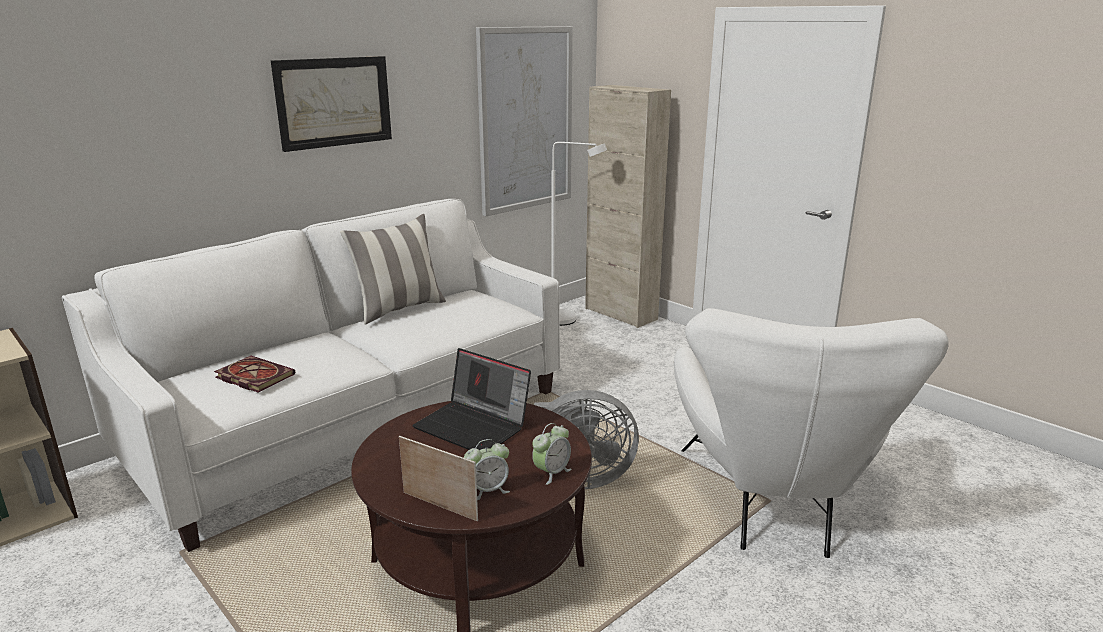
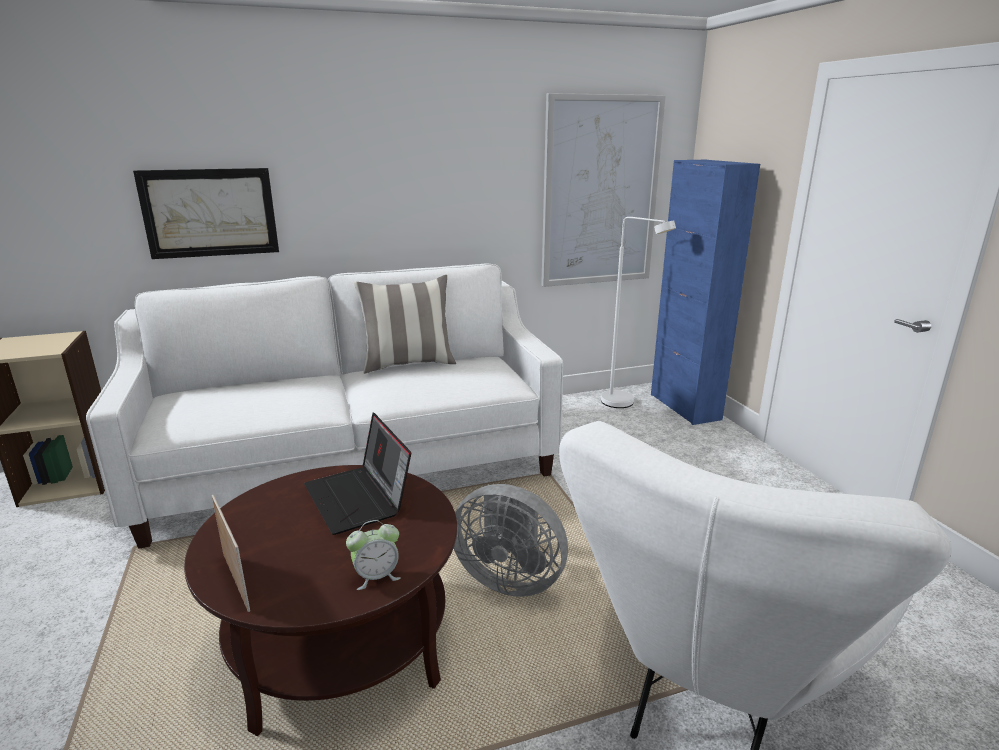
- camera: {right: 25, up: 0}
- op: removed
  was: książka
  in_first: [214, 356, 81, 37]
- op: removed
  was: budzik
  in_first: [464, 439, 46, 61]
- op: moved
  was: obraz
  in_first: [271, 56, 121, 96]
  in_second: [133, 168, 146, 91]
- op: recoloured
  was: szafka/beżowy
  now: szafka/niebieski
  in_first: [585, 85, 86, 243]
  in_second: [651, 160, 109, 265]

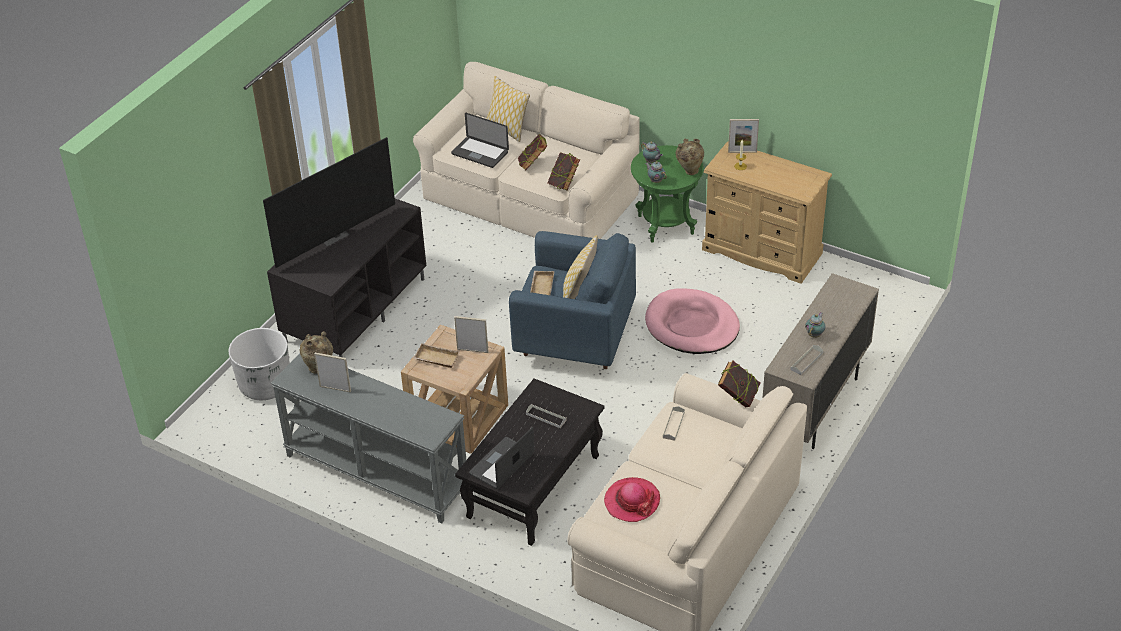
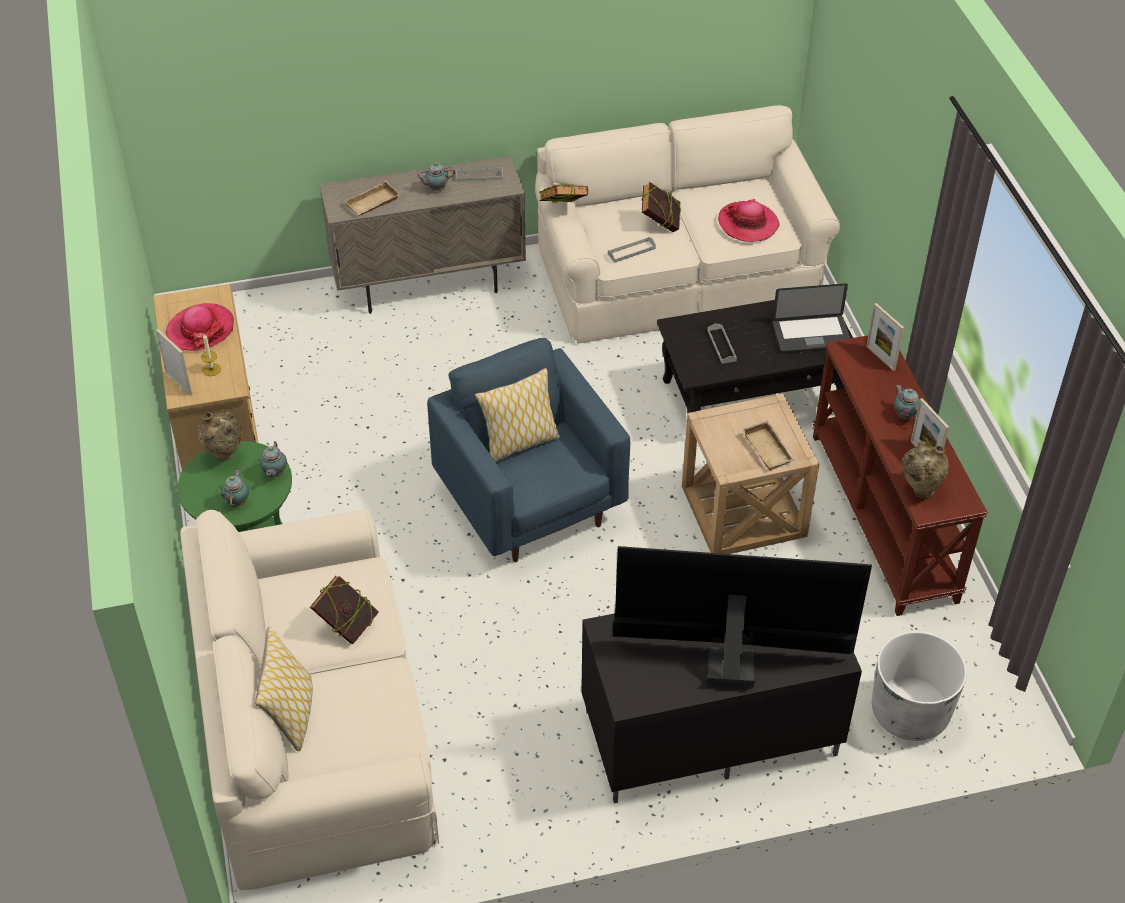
- camera: {right: -135, up: 5}
- op: removed
  was: laptop
  in_first: [451, 113, 58, 55]
- op: removed
  was: legowisko/różowy
  in_first: [645, 288, 95, 66]
- op: added
  now: kapelusz
  in_second: [166, 303, 68, 48]
- op: added
  now: imbryk
  in_second: [894, 385, 26, 35]
- op: moved
  was: ramka na zdjęcie
  in_first: [454, 316, 35, 37]
  in_second: [866, 303, 38, 68]
- op: moved
  was: taca/beżowy
  in_first: [530, 271, 24, 24]
  in_second: [344, 180, 56, 36]
- op: moved
  was: książka
  in_first: [547, 152, 33, 39]
  in_second: [641, 182, 40, 50]
- op: recoloured
  was: stolik konsolowy/szary
  now: stolik konsolowy/brązowy
  in_first: [271, 353, 195, 171]
  in_second: [813, 335, 175, 281]

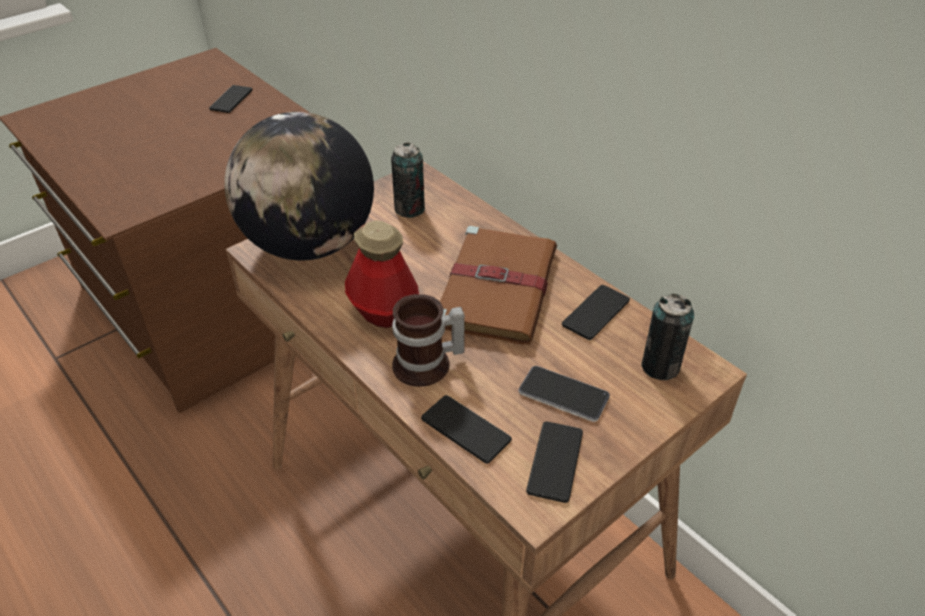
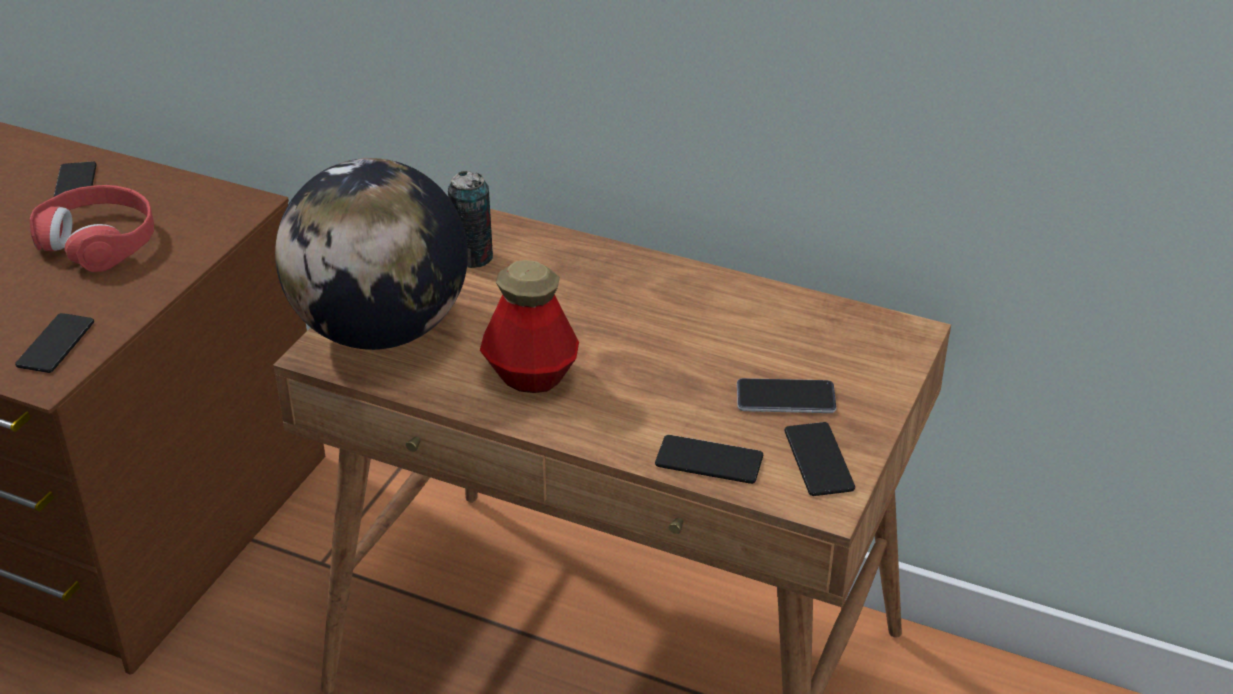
- camera: {right: -25, up: -5}
- op: removed
  was: kubek
  in_first: [392, 294, 73, 93]
- op: removed
  was: książka/brązowy
  in_first: [440, 226, 117, 118]
- op: removed
  was: puszka
  in_first: [641, 293, 53, 87]
- op: added
  now: słuchawki/czerwony
  in_second: [30, 185, 124, 87]
- op: moved
  was: telefon
  in_first: [562, 285, 68, 55]
  in_second: [15, 313, 79, 60]

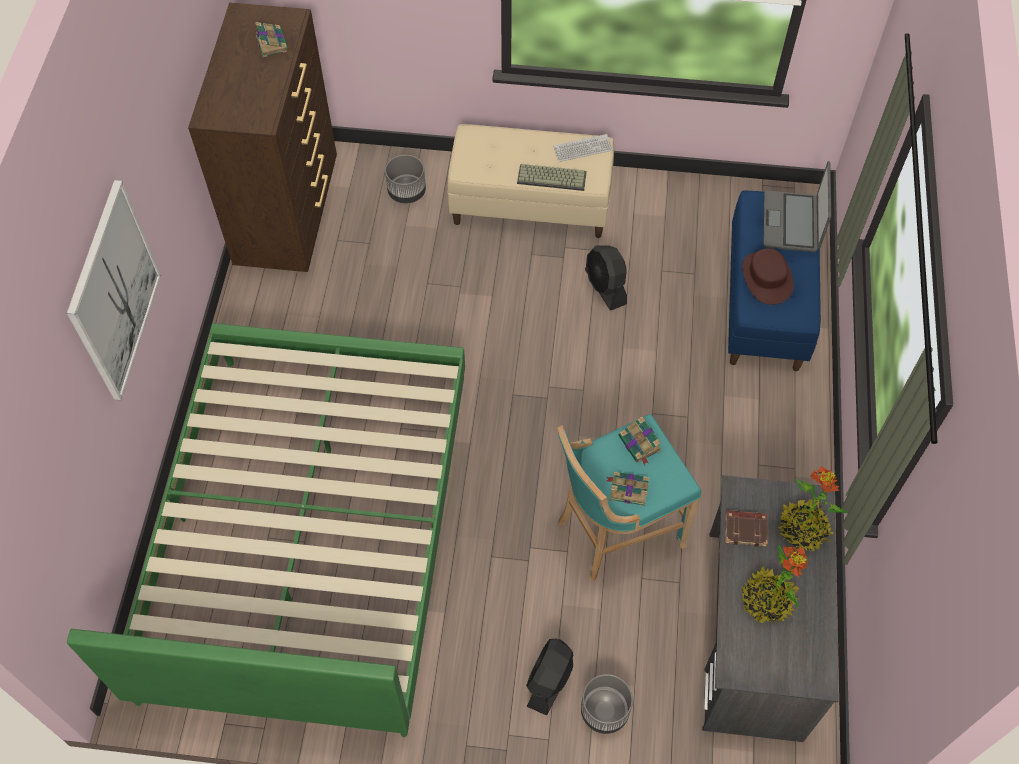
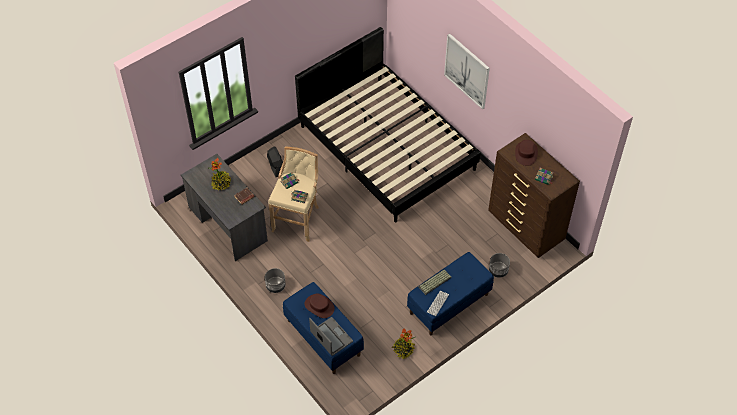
- camera: {right: 135, up: -5}
- op: removed
  was: wentylator/czarny
  in_first: [585, 245, 42, 66]
- op: added
  now: kapelusz/brązowy
  in_second: [515, 140, 23, 26]
- op: moved
  was: donica/szary
  in_first: [581, 674, 52, 60]
  in_second: [265, 268, 21, 25]
- op: moved
  was: roślina doniczkowa
  in_first: [778, 466, 70, 86]
  in_second: [392, 328, 23, 31]
- op: recoloured
  was: łóżko/zielony
  now: łóżko/czarny
  in_first: [67, 323, 398, 414]
  in_second: [295, 27, 185, 195]
- op: recoloured
  was: ławka/beżowy
  now: ławka/niebieski
  in_first: [447, 124, 167, 114]
  in_second: [407, 252, 87, 83]
- op: recoloured
  was: stołek/turkusowy
  now: stołek/beżowy
  in_first: [557, 414, 144, 168]
  in_second: [268, 147, 51, 95]

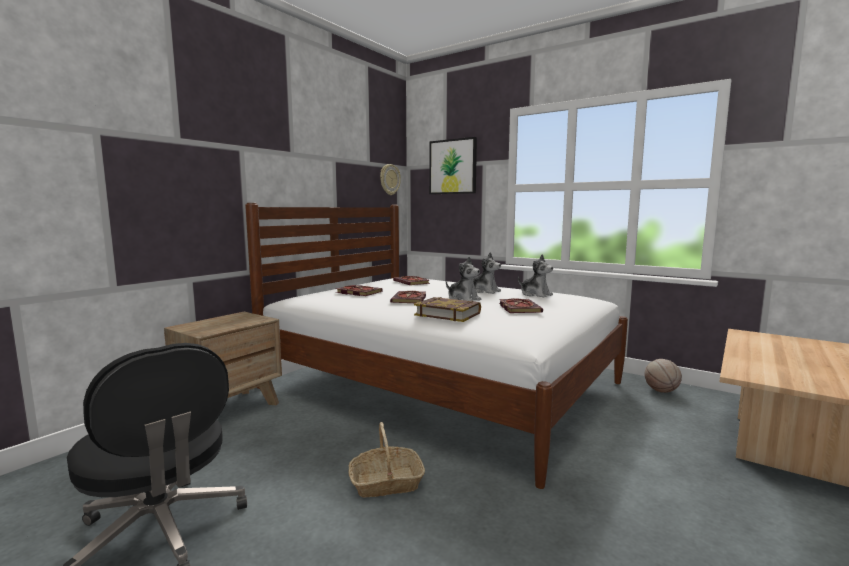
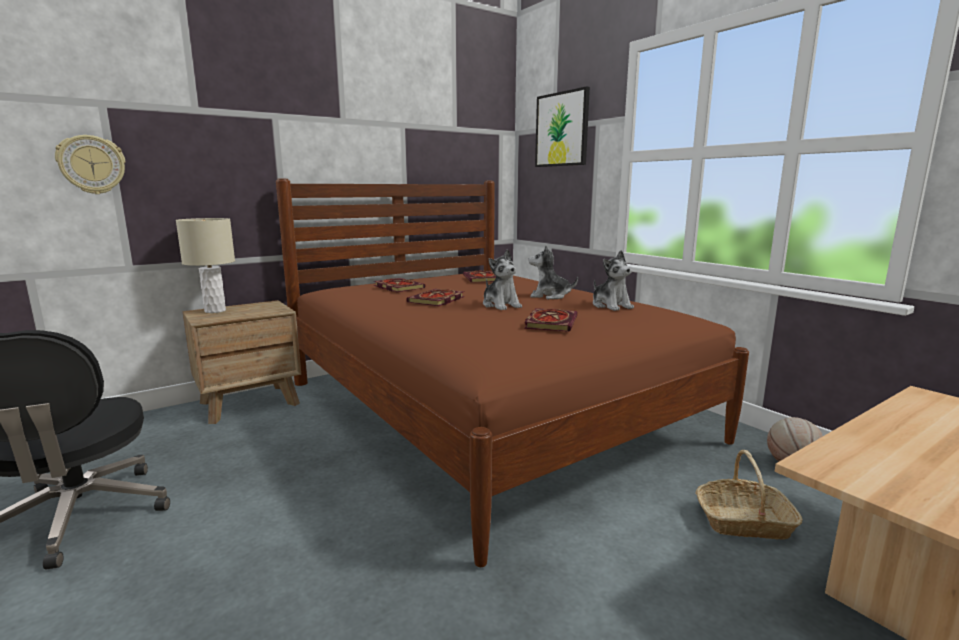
- camera: {right: 20, up: 5}
- op: removed
  was: książka
  in_first: [414, 297, 67, 25]
- op: added
  now: lampa stołowa/beżowy
  in_second: [176, 218, 59, 95]
- op: moved
  was: koszyk
  in_first: [348, 422, 77, 75]
  in_second: [695, 450, 108, 90]
- op: moved
  was: zegar ścienny
  in_first: [380, 164, 21, 31]
  in_second: [55, 135, 71, 59]
- op: recoloured
  was: łóżko/biały
  now: łóżko/brązowy
  in_first: [245, 203, 383, 286]
  in_second: [276, 179, 473, 388]
- op: turned
  was: pluszak
  in_first: [474, 252, 27, 42]
  in_second: [528, 245, 50, 54]
  clockwise: 135

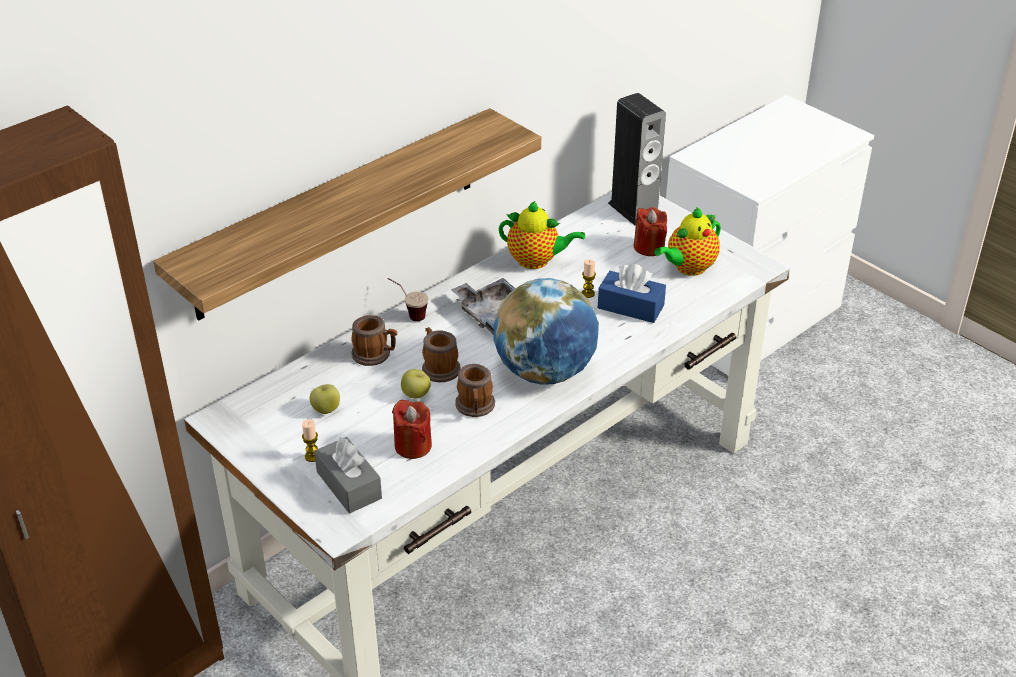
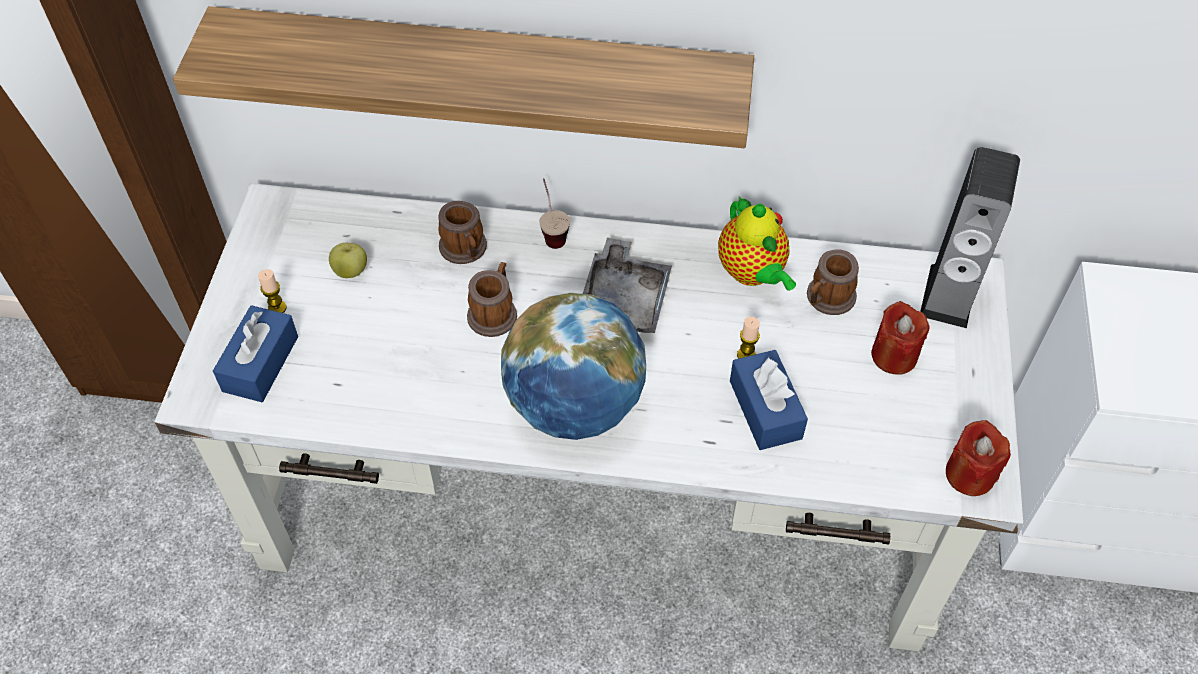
- camera: {right: 50, up: 15}
- op: removed
  was: jabłko
  in_first: [401, 369, 30, 30]
- op: removed
  was: imbryk
  in_first: [654, 207, 67, 69]
- op: moved
  was: świeca/czerwony
  in_first: [392, 400, 40, 59]
  in_second: [946, 420, 65, 76]
- op: moved
  was: kubek
  in_first: [455, 364, 40, 53]
  in_second: [807, 249, 52, 66]
- op: recoloured
  was: pudełko chusteczek/szary
  now: pudełko chusteczek/niebieski
  in_first: [314, 437, 68, 76]
  in_second: [213, 305, 85, 97]

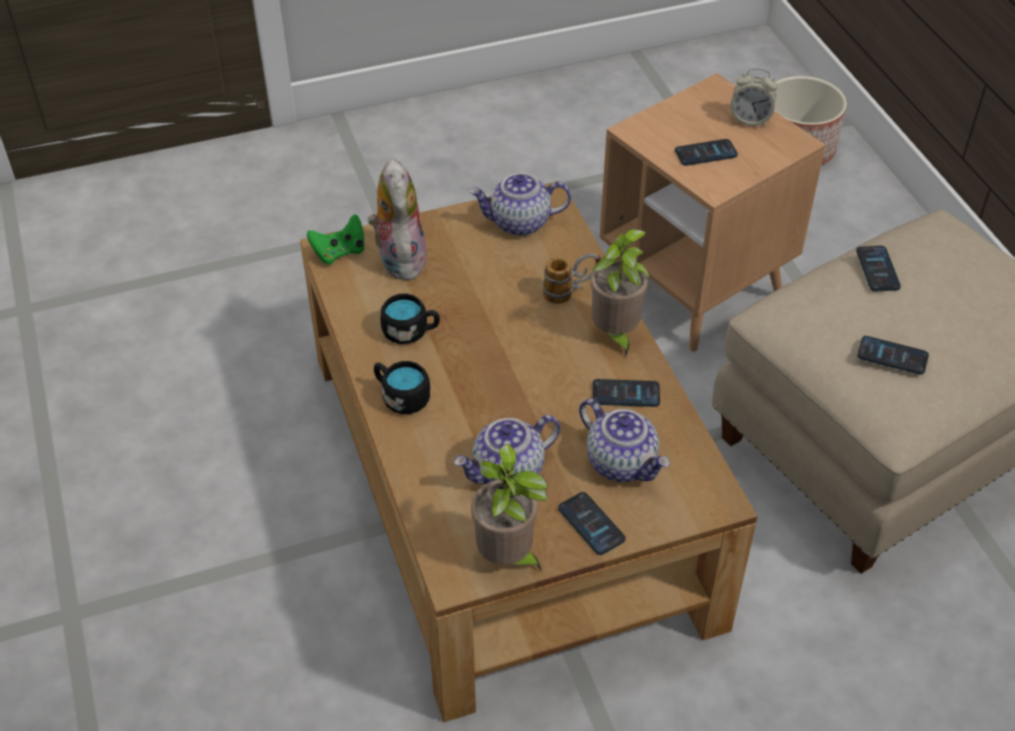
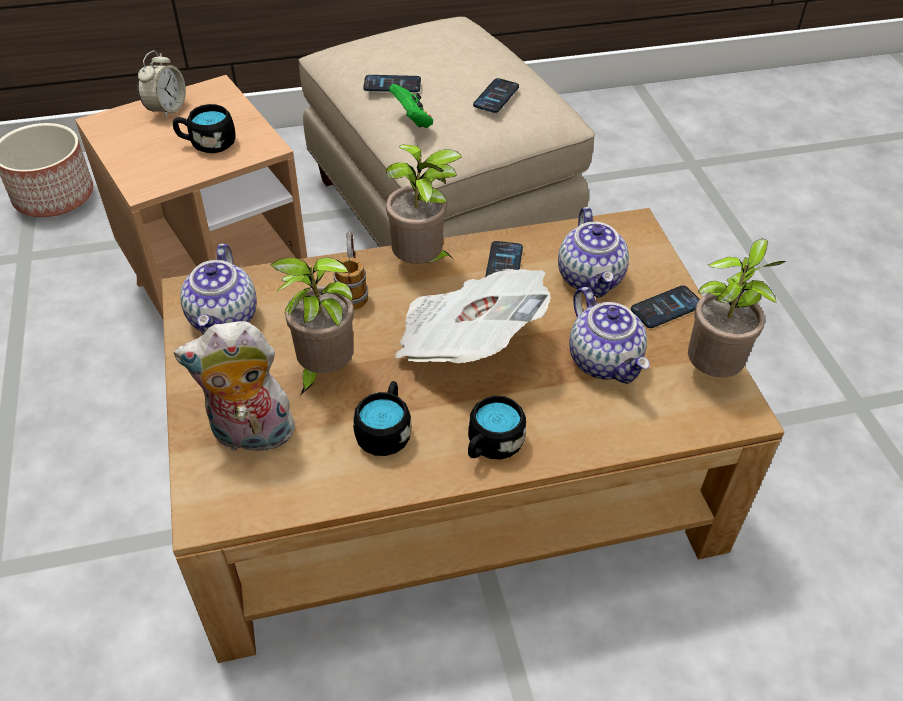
- camera: {right: -85, up: 0}
- op: added
  now: roślina doniczkowa
  in_second: [270, 257, 84, 138]
- op: added
  now: gazeta
  in_second: [395, 269, 156, 95]
- op: moved
  was: pad do gier/zielony
  in_first: [307, 214, 58, 50]
  in_second: [389, 84, 44, 44]
- op: replaced
  was: telefon
  now: kubek/czarny
  in_first: [675, 139, 63, 27]
  in_second: [173, 104, 63, 49]
- op: turned
  was: imbryk
  in_first: [579, 399, 91, 83]
  in_second: [558, 207, 71, 91]
  clockwise: 120

